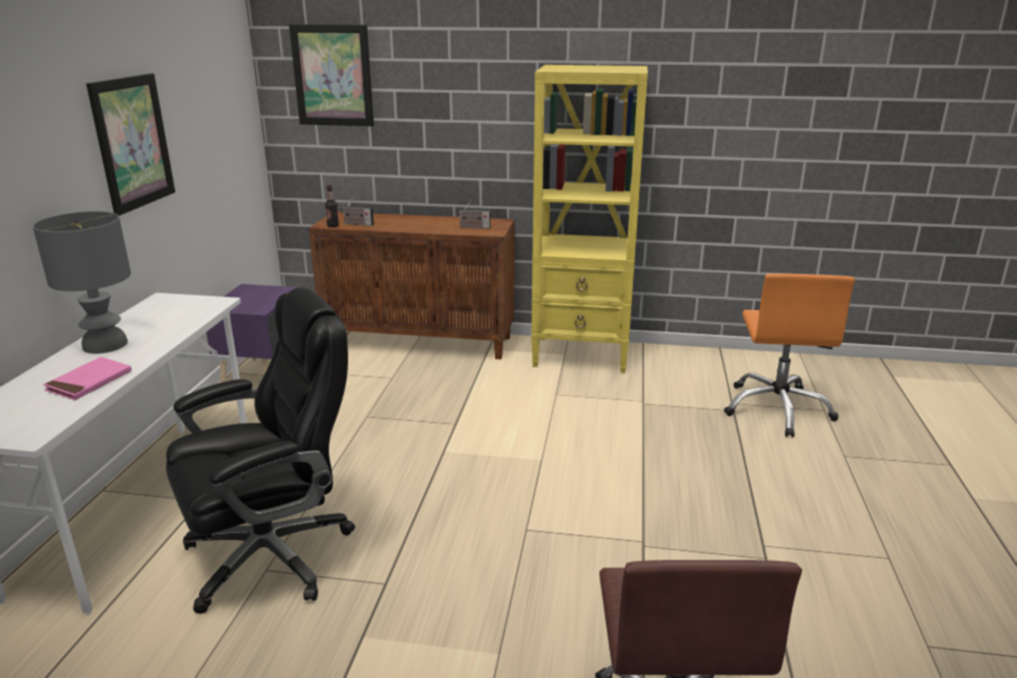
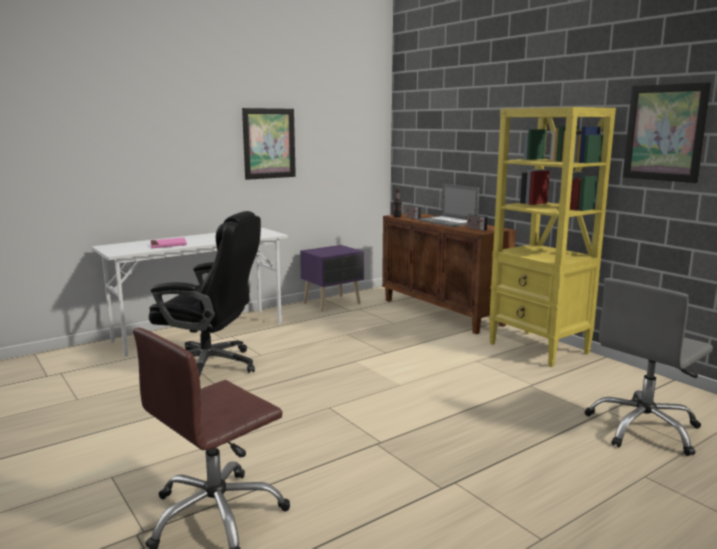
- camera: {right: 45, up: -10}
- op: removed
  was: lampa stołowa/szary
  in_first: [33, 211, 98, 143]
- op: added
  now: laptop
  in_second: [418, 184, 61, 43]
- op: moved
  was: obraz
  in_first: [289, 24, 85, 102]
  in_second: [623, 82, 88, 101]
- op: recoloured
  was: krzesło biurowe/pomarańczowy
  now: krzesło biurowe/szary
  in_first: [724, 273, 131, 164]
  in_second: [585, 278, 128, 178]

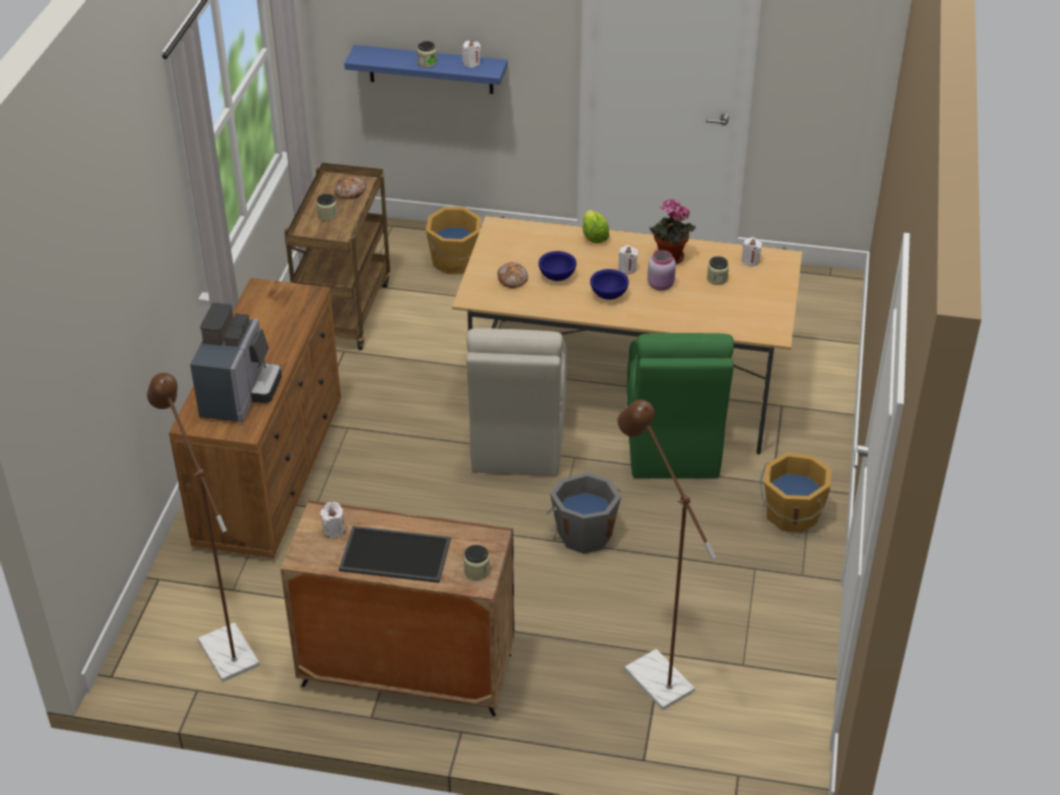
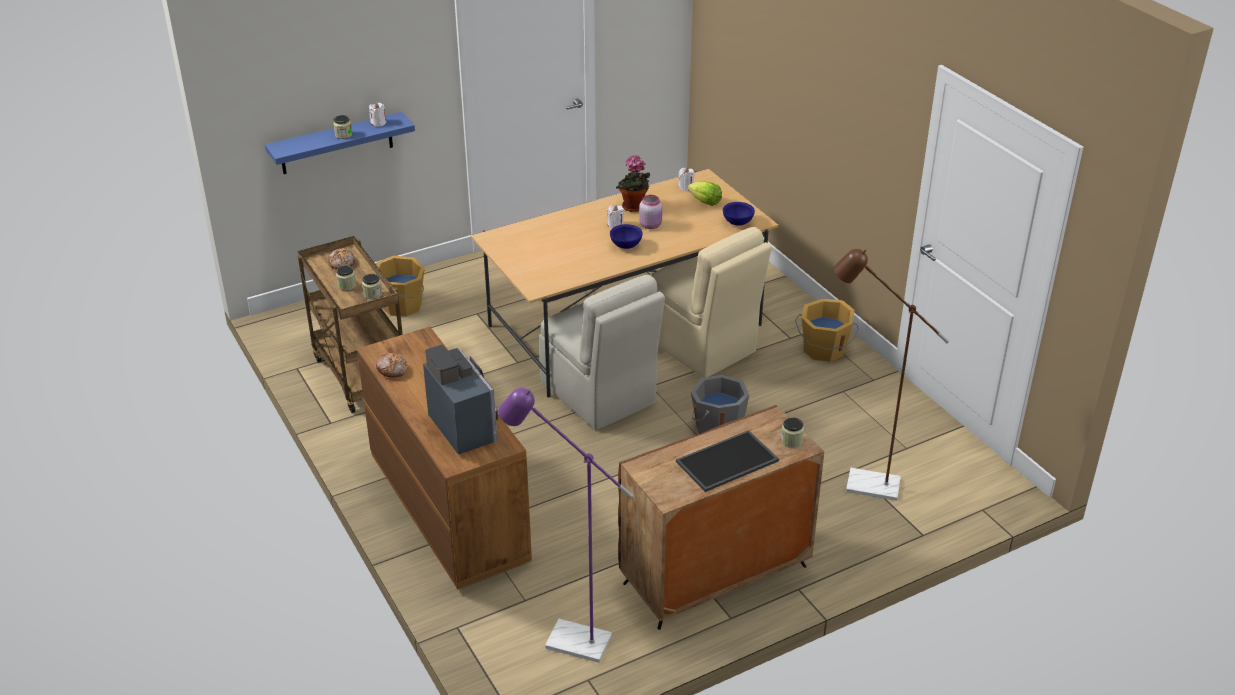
- camera: {right: -40, up: -5}
- op: removed
  was: świeca/biały
  in_first: [320, 502, 25, 36]
- op: moved
  was: chleb
  in_first: [498, 262, 30, 26]
  in_second: [376, 353, 32, 25]
- op: moved
  was: miska/niebieski
  in_first: [538, 251, 39, 30]
  in_second: [723, 202, 32, 24]
- op: moved
  was: sałata
  in_first: [583, 210, 26, 33]
  in_second: [687, 181, 35, 25]
- op: moved
  was: słoik
  in_first: [707, 256, 22, 29]
  in_second: [362, 274, 20, 25]
- op: recoloured
  was: lampa stojąca/brązowy
  now: lampa stojąca/fioletowy
  in_first: [147, 373, 113, 309]
  in_second: [498, 388, 135, 275]
- op: recoloured
  was: krzesło/zielony
  now: krzesło/beżowy
  in_first: [627, 333, 107, 145]
  in_second: [651, 227, 121, 151]

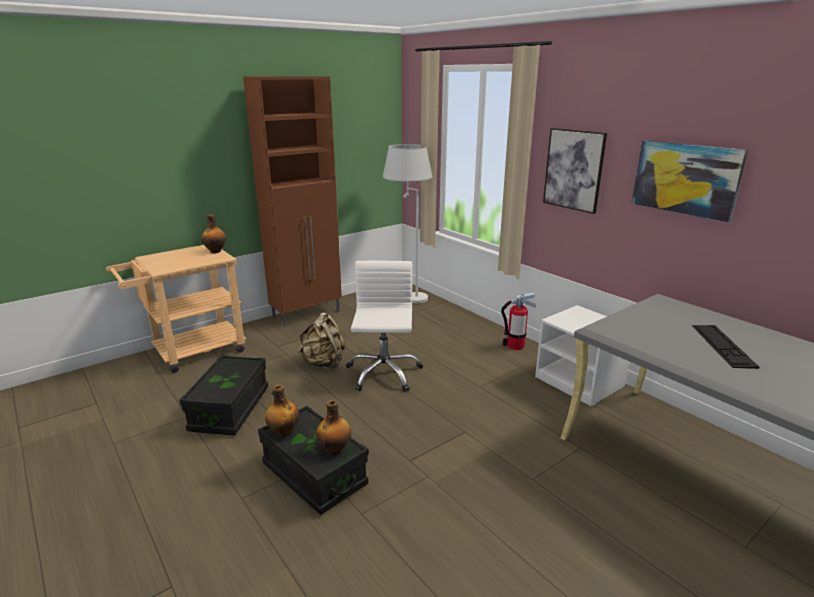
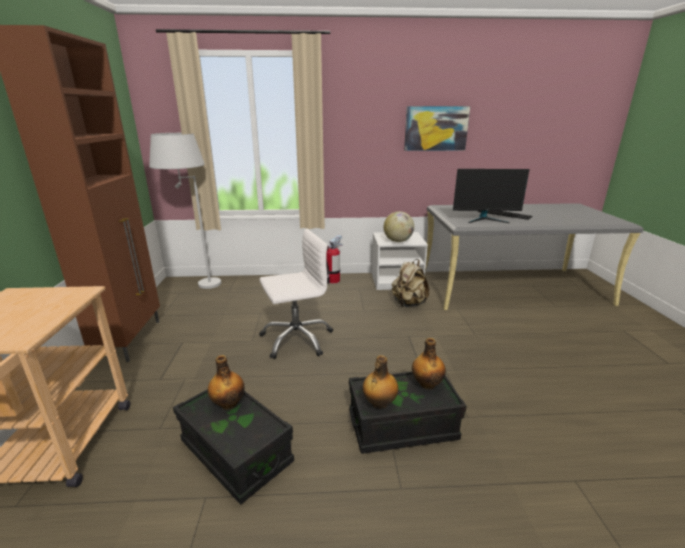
- camera: {right: -55, up: 0}
- op: removed
  was: obraz
  in_first: [543, 128, 64, 86]
- op: added
  now: globus
  in_second: [383, 211, 31, 31]
- op: added
  now: monitor
  in_second: [453, 169, 77, 54]
- op: moved
  was: butelka
  in_first: [201, 214, 25, 39]
  in_second: [207, 355, 37, 55]
- op: moved
  was: plecak/beżowy
  in_first: [298, 313, 47, 56]
  in_second: [392, 259, 37, 48]
- op: turned
  was: krzesło biurowe/biały
  in_first: [346, 261, 77, 131]
  in_second: [259, 229, 74, 130]
  clockwise: 120

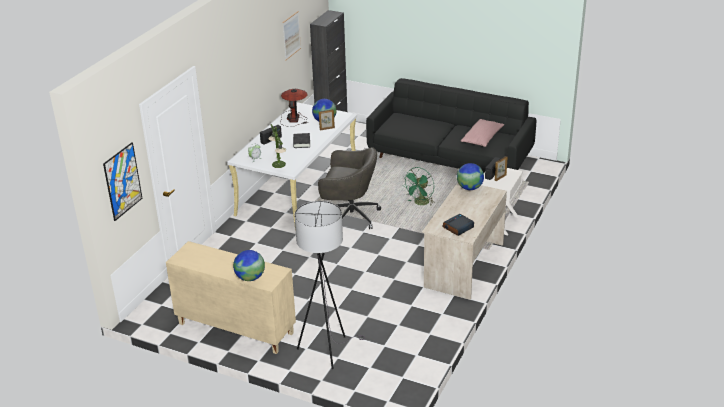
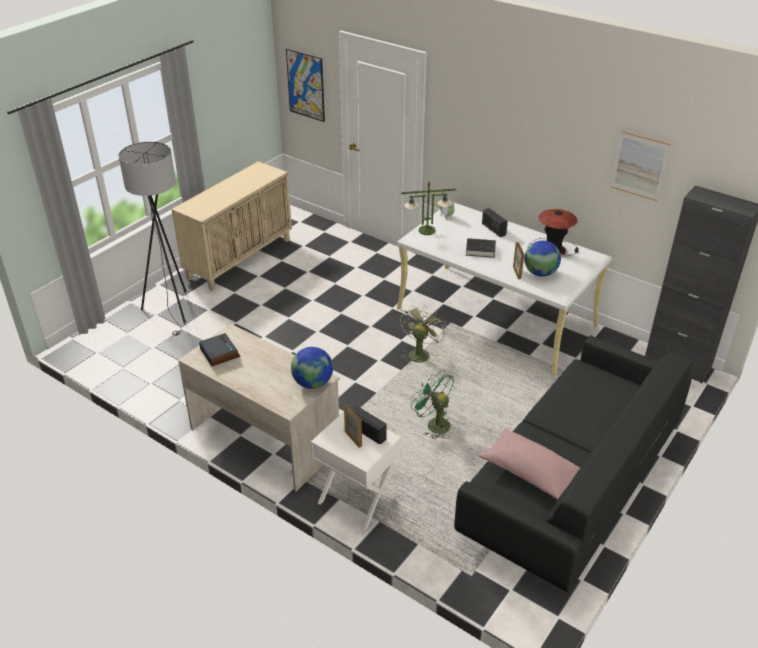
- camera: {right: 100, up: 5}
- op: removed
  was: globus
  in_first: [233, 250, 32, 31]
- op: replaced
  was: krzesło biurowe/szary
  now: wentylator/zielony
  in_first: [318, 147, 63, 82]
  in_second: [400, 305, 46, 60]

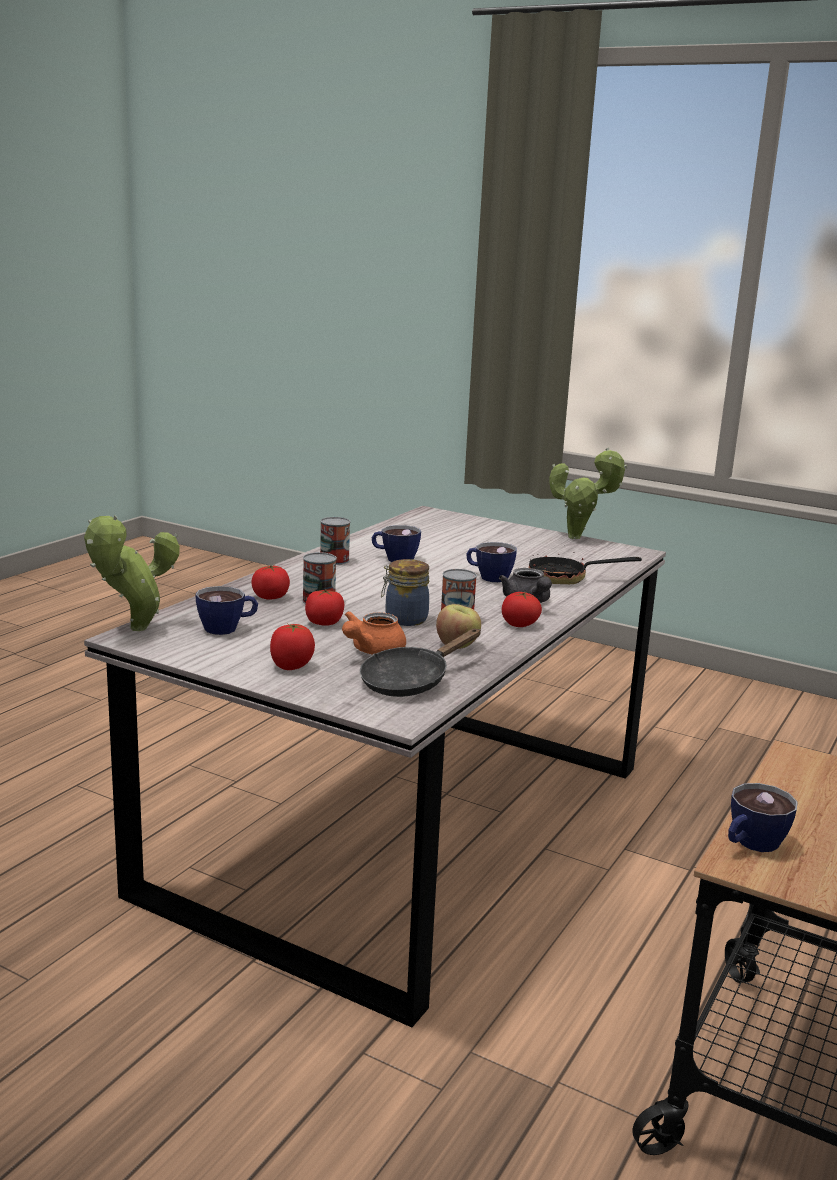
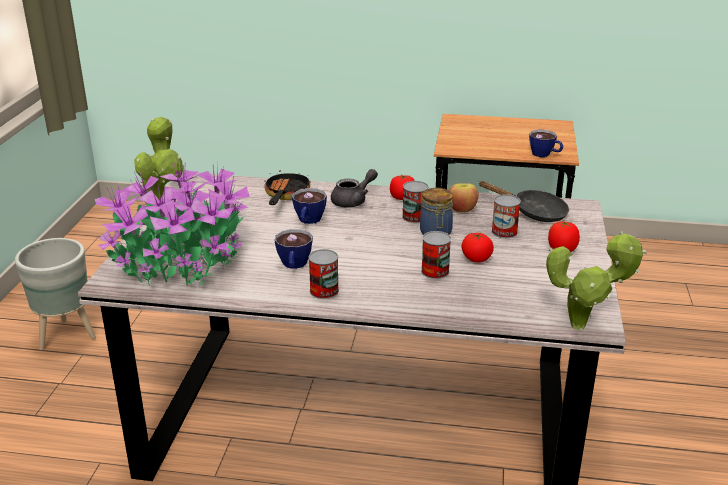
- camera: {right: -110, up: 10}
- op: removed
  was: filiżanka
  in_first: [195, 586, 63, 49]
- op: removed
  was: pomidor
  in_first: [252, 565, 38, 35]
- op: added
  now: donica/szary
  in_second: [15, 238, 81, 112]
- op: added
  now: roślina doniczkowa
  in_second: [95, 158, 155, 128]
- op: replaced
  was: imbryk/pomarańczowy
  now: puszka
  in_first: [342, 611, 64, 43]
  in_second: [492, 194, 29, 44]
- op: turned
  was: patelnia
  in_first: [529, 552, 113, 32]
  in_second: [264, 170, 47, 35]
  clockwise: -150

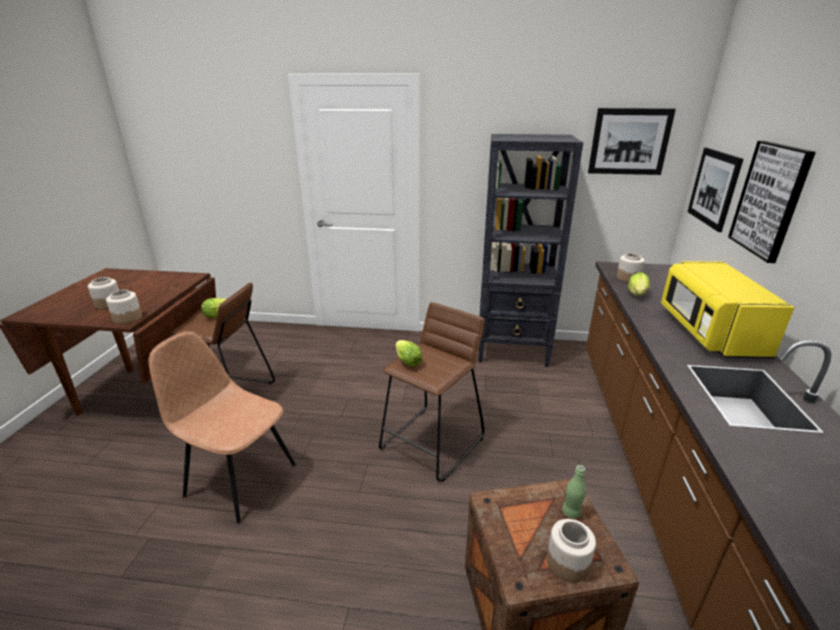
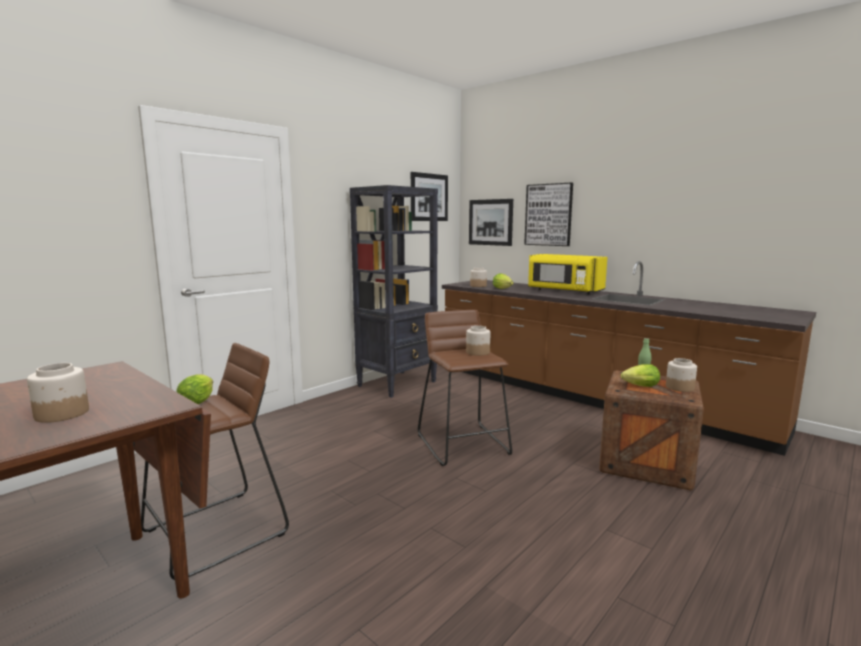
- camera: {right: -55, up: -15}
- op: removed
  was: krzesło/brązowy
  in_first: [149, 331, 147, 192]
- op: moved
  was: słoik
  in_first: [106, 290, 36, 34]
  in_second: [466, 326, 24, 30]
- op: moved
  was: sałata
  in_first: [396, 340, 26, 27]
  in_second: [621, 364, 39, 23]

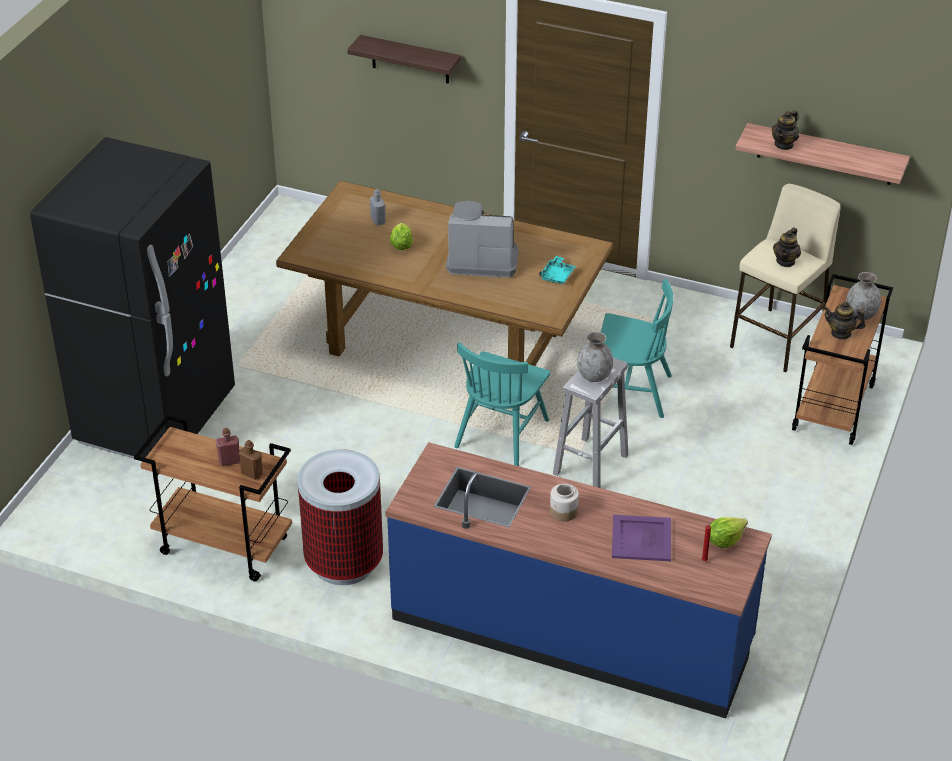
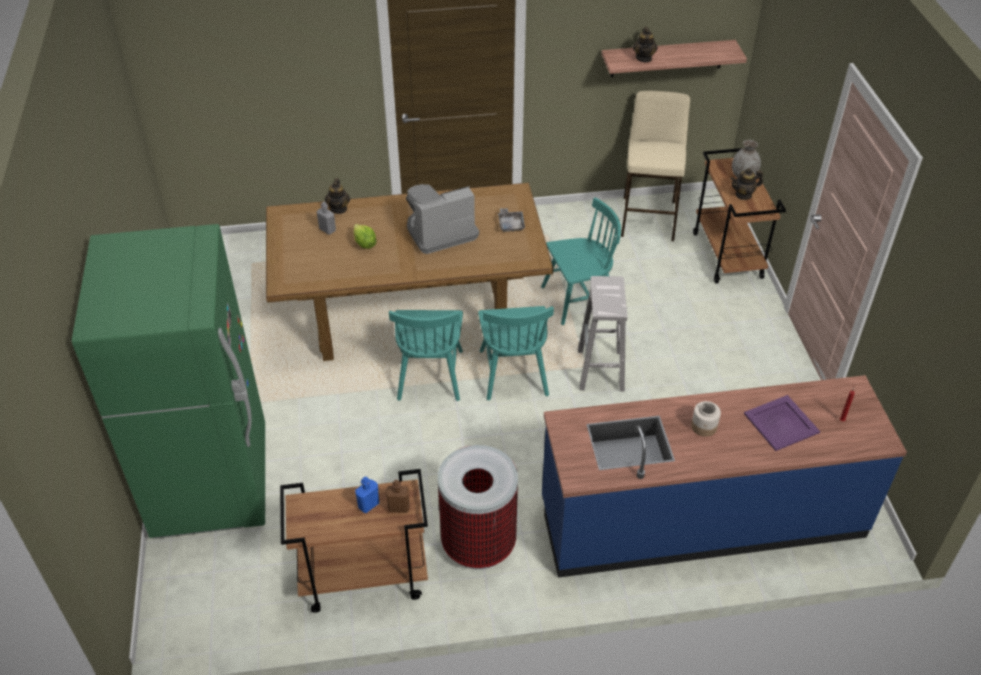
- camera: {right: -30, up: 5}
- op: removed
  was: półka
  in_first: [347, 35, 114, 49]
- op: removed
  was: wazon/szary
  in_first: [577, 332, 36, 50]
- op: removed
  was: sałata
  in_first: [710, 517, 38, 31]
- op: added
  now: krzesło/turkusowy
  in_second: [389, 310, 74, 91]
- op: moved
  was: imbryk
  in_first: [773, 227, 28, 40]
  in_second: [325, 178, 25, 36]
- op: recoloured
  was: lodówka/czarny
  now: lodówka/zielony
  in_first: [30, 137, 205, 322]
  in_second: [72, 224, 193, 315]
- op: recoloured
  was: butelka/czerwony
  now: butelka/niebieski
  in_first: [216, 428, 24, 38]
  in_second: [355, 477, 24, 36]
- op: recoloured
  was: taca/turkusowy
  now: taca/szary
  in_first: [539, 256, 37, 28]
  in_second: [498, 208, 27, 24]

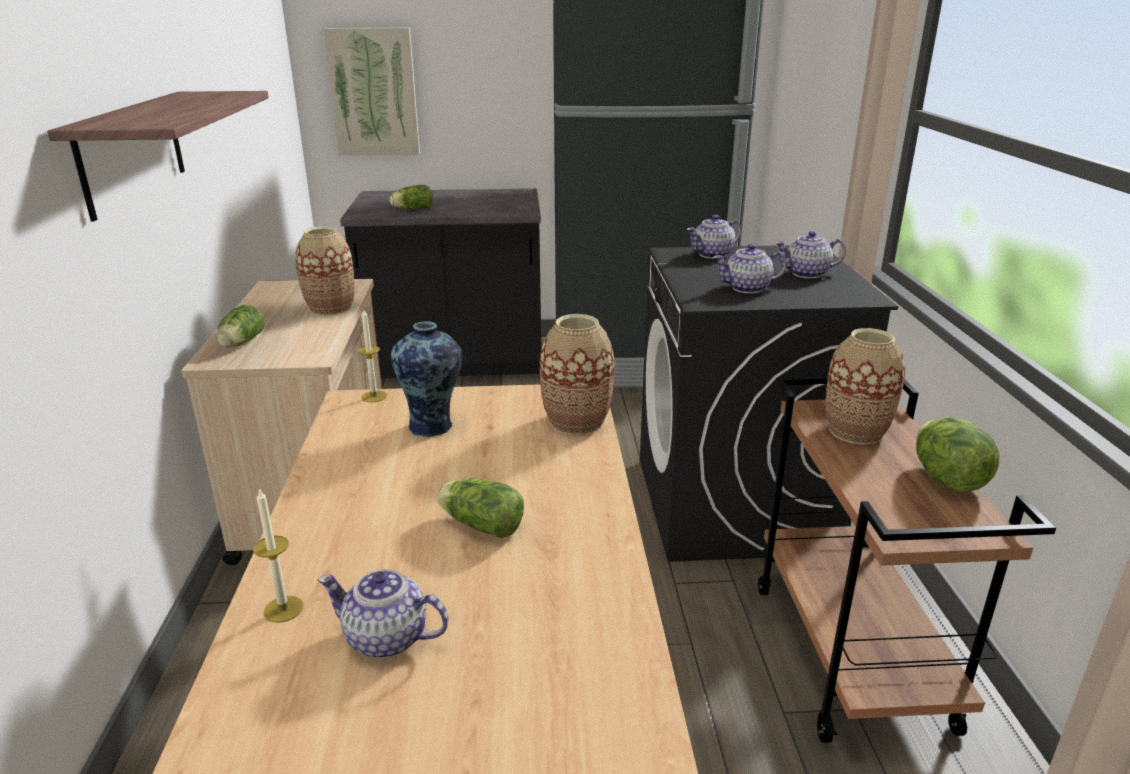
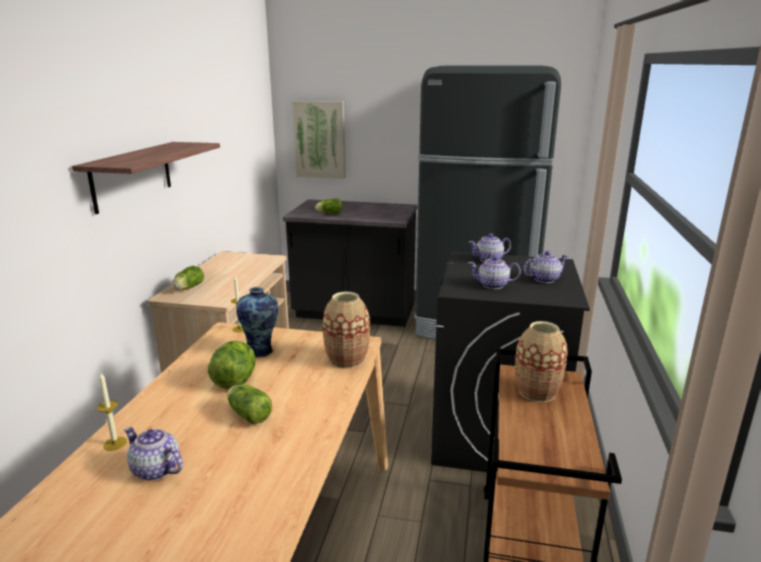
- camera: {right: 15, up: -5}
- op: removed
  was: wazon
  in_first: [295, 226, 59, 90]
- op: moved
  was: sałata
  in_first: [916, 417, 84, 76]
  in_second: [208, 341, 48, 48]
- op: turned
  was: imbryk
  in_first: [775, 231, 71, 48]
  in_second: [523, 251, 45, 32]
  clockwise: 150

